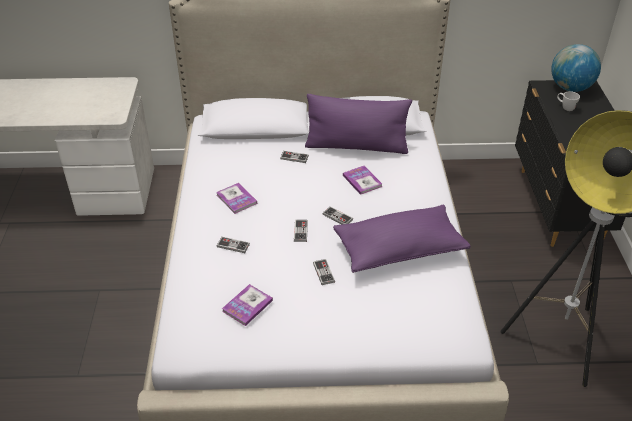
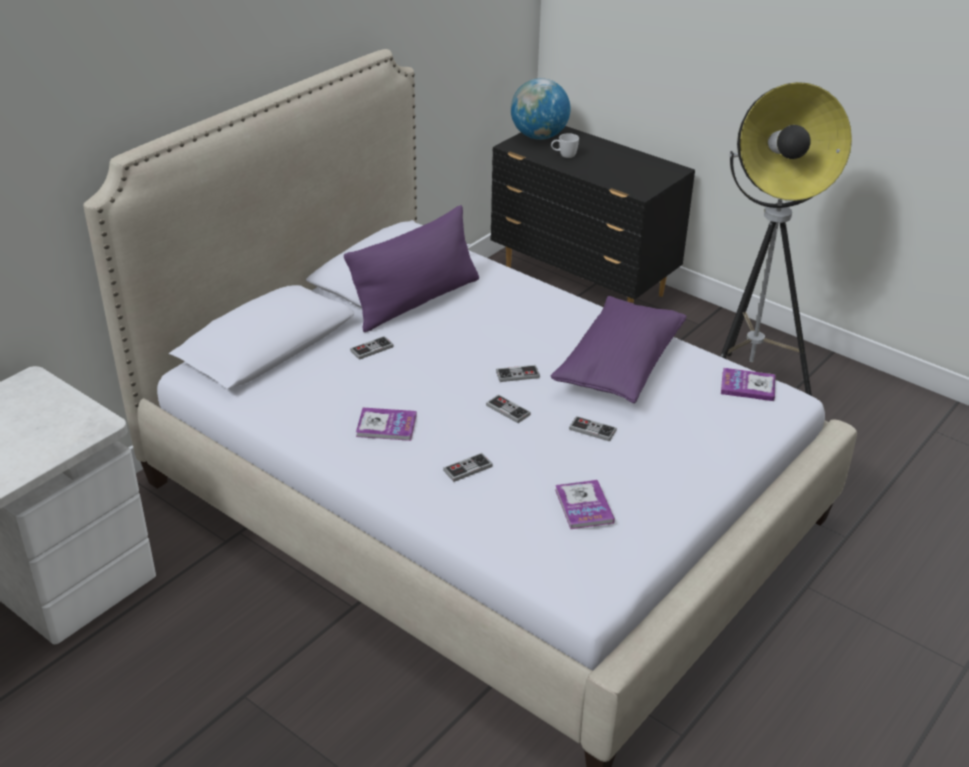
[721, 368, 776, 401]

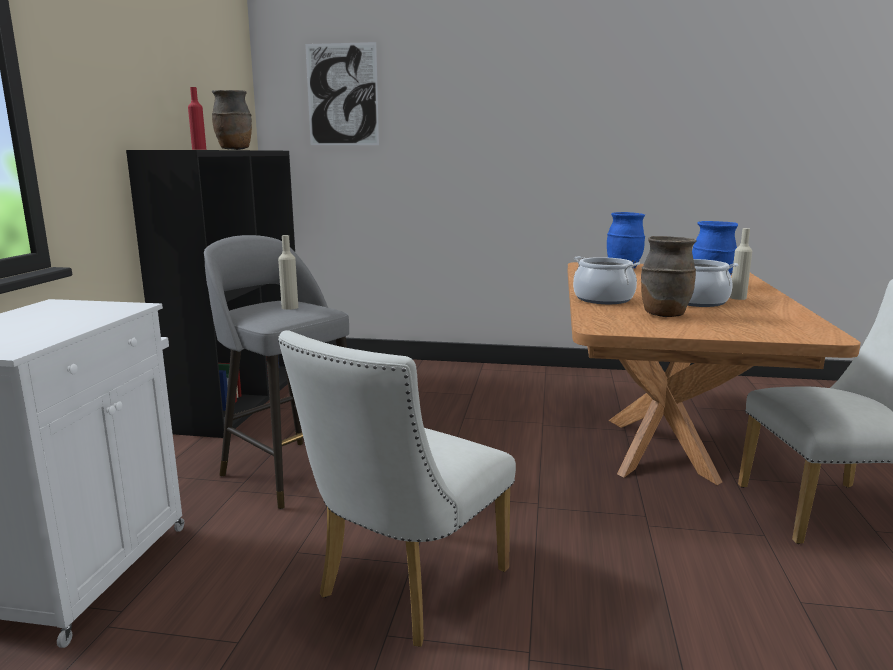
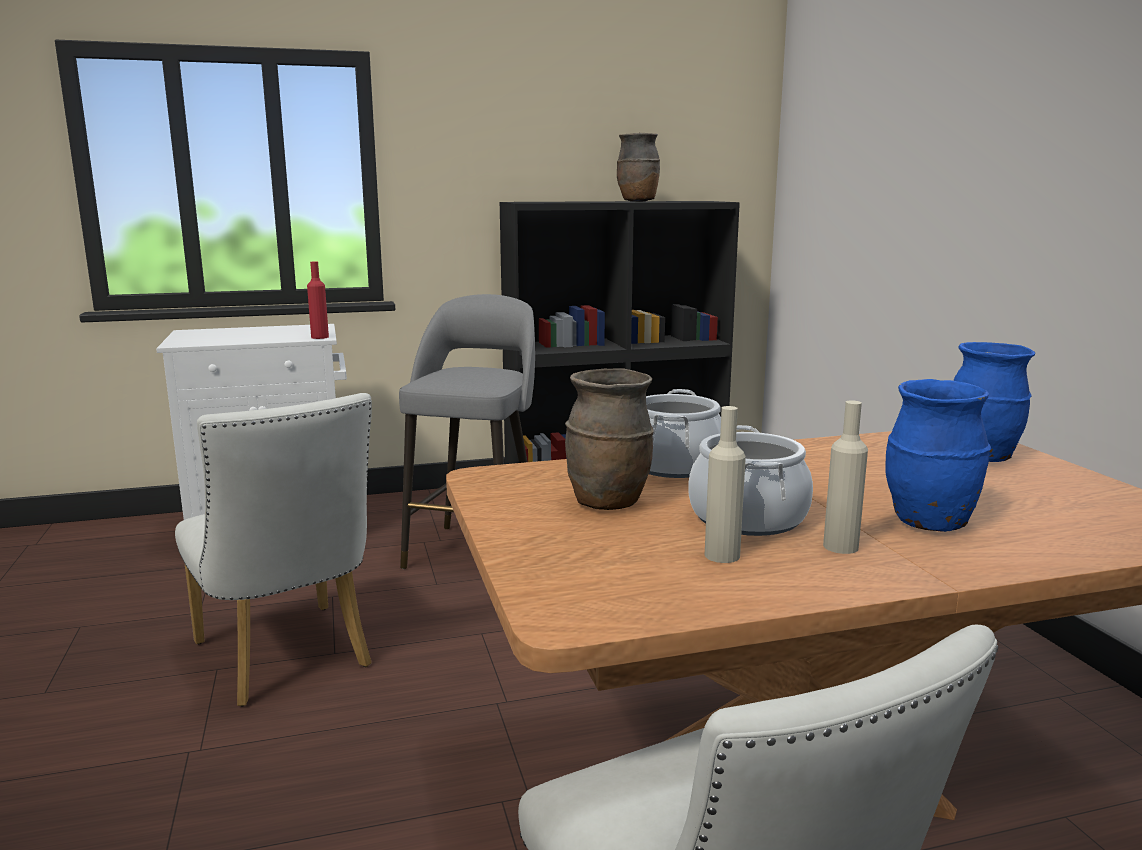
[305, 42, 379, 145] (first image)
[307, 261, 329, 339]
[705, 406, 746, 563]
[175, 393, 372, 707]

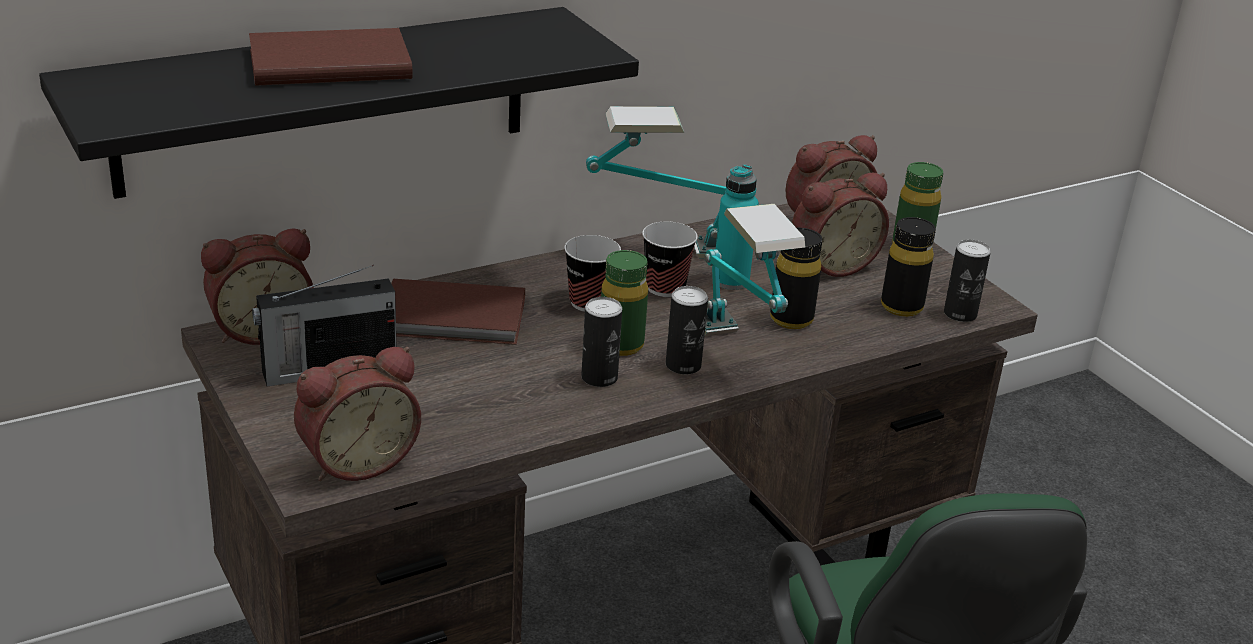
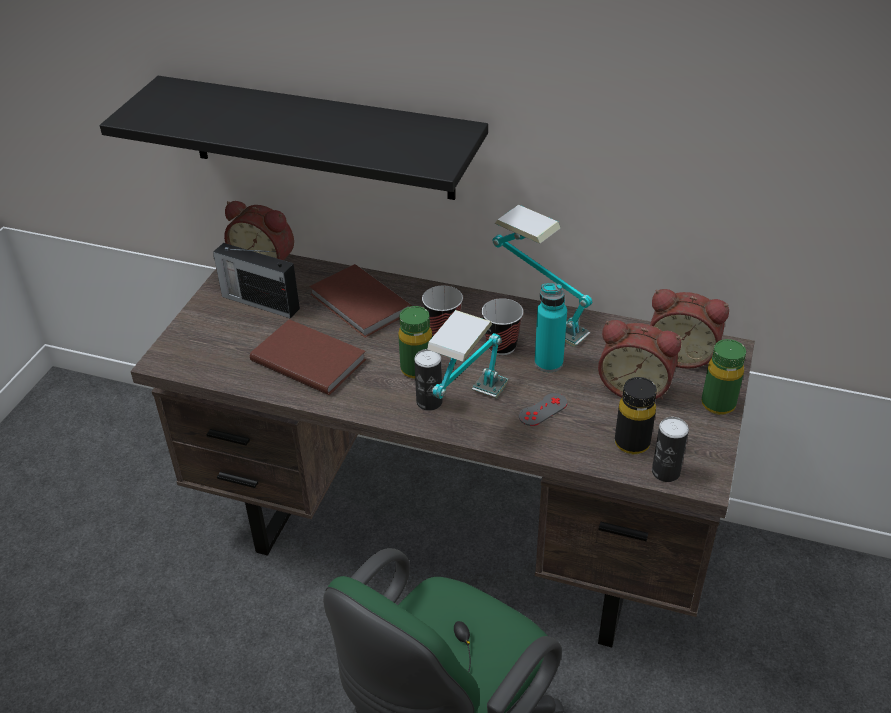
[250, 319, 366, 395]
[519, 393, 567, 426]
[581, 297, 622, 387] (first image)
[294, 347, 421, 481] (first image)

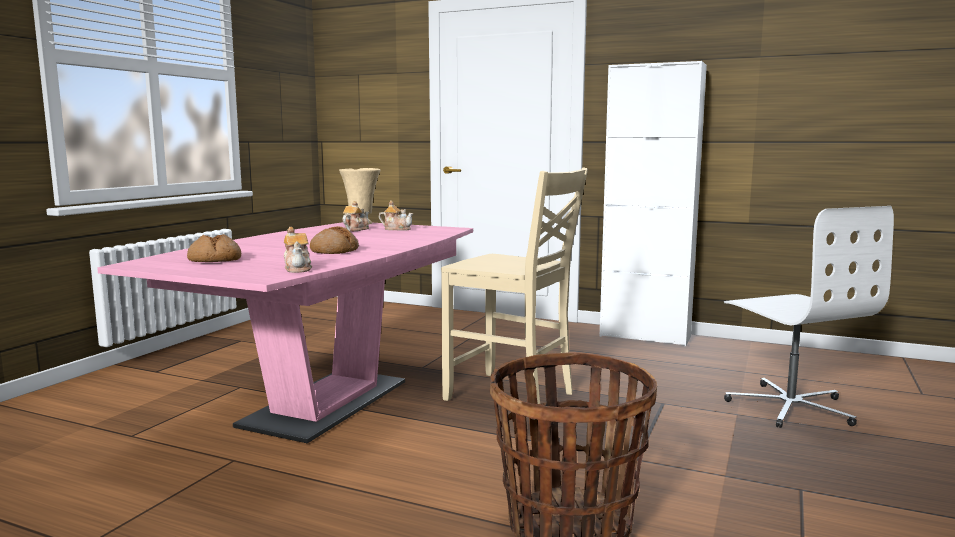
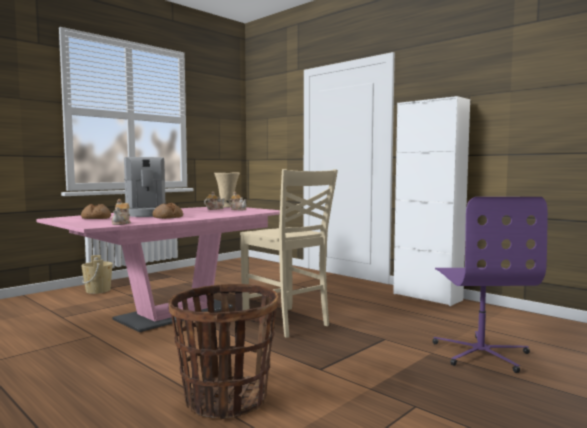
[432, 197, 548, 373]
[124, 157, 165, 217]
[81, 255, 113, 294]

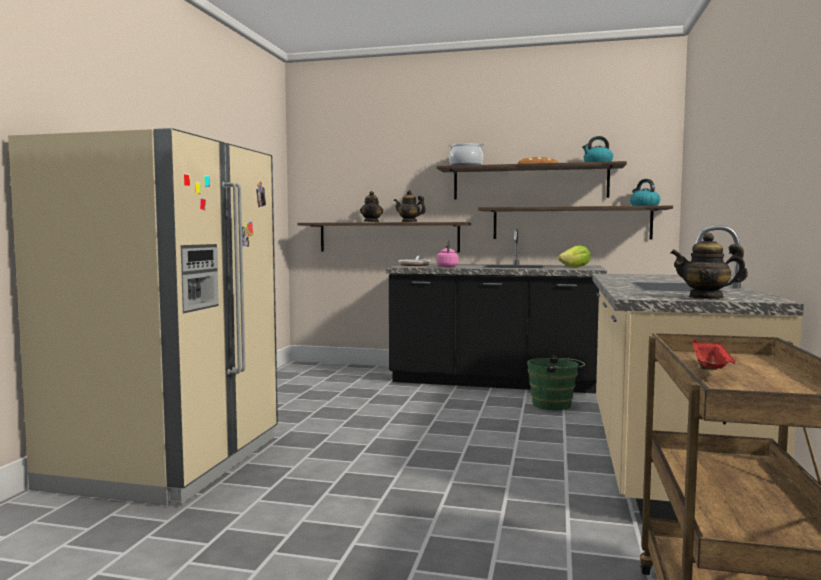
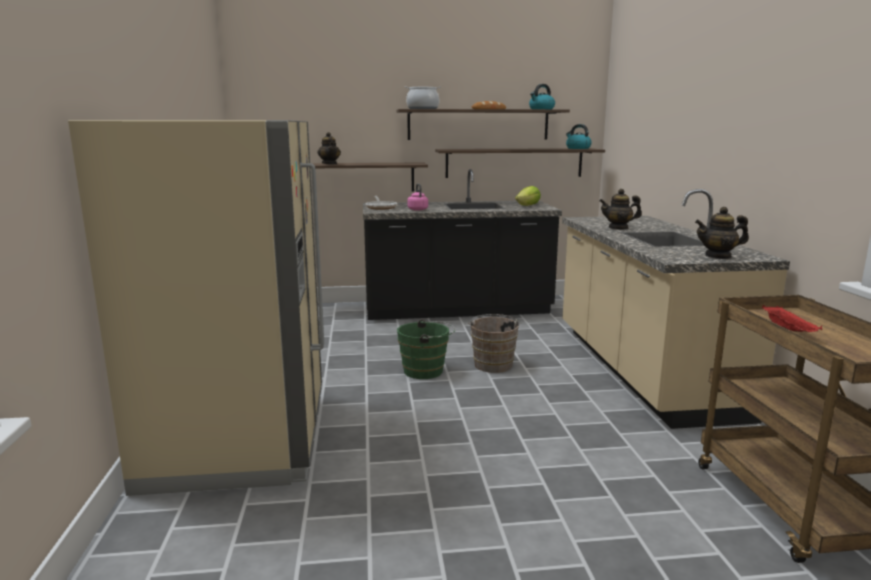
[599, 189, 642, 230]
[397, 319, 456, 379]
[468, 314, 522, 373]

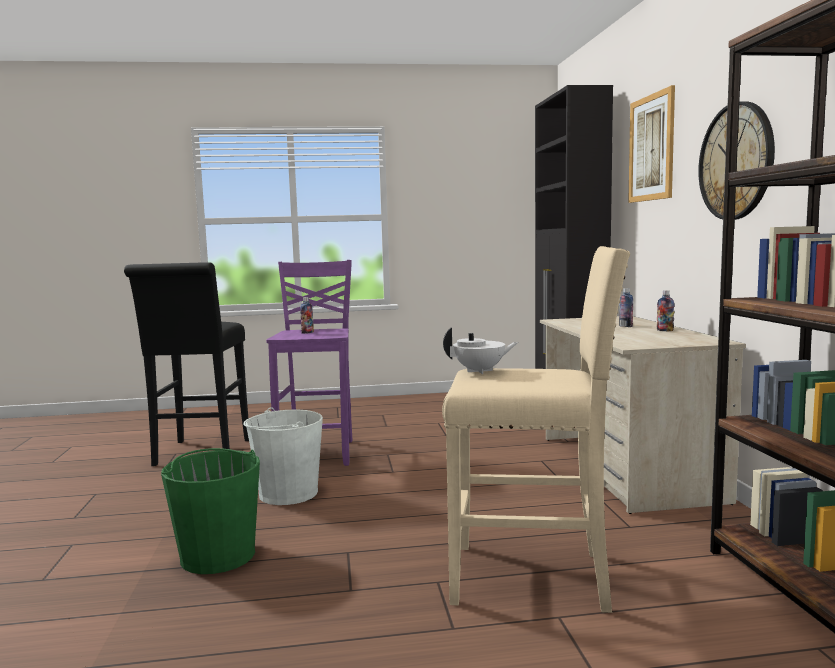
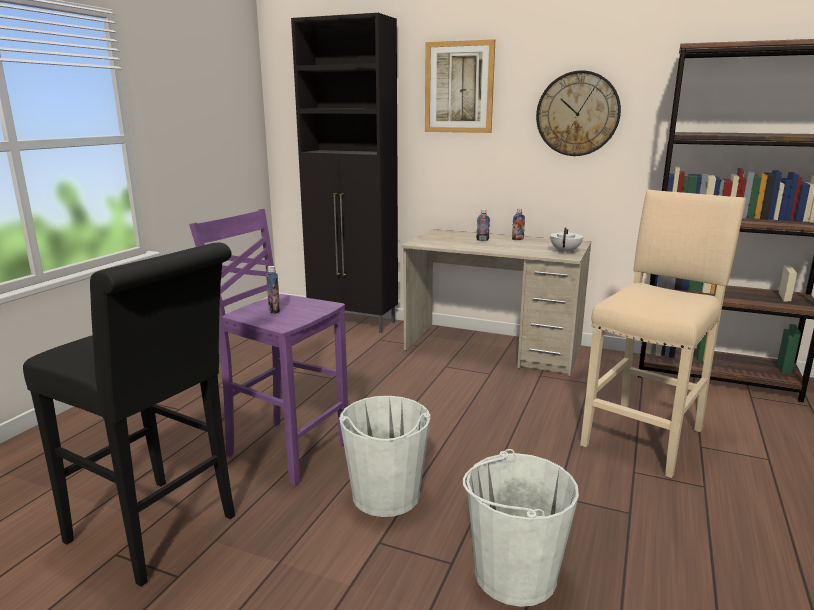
[550, 227, 583, 254]
[463, 449, 579, 607]

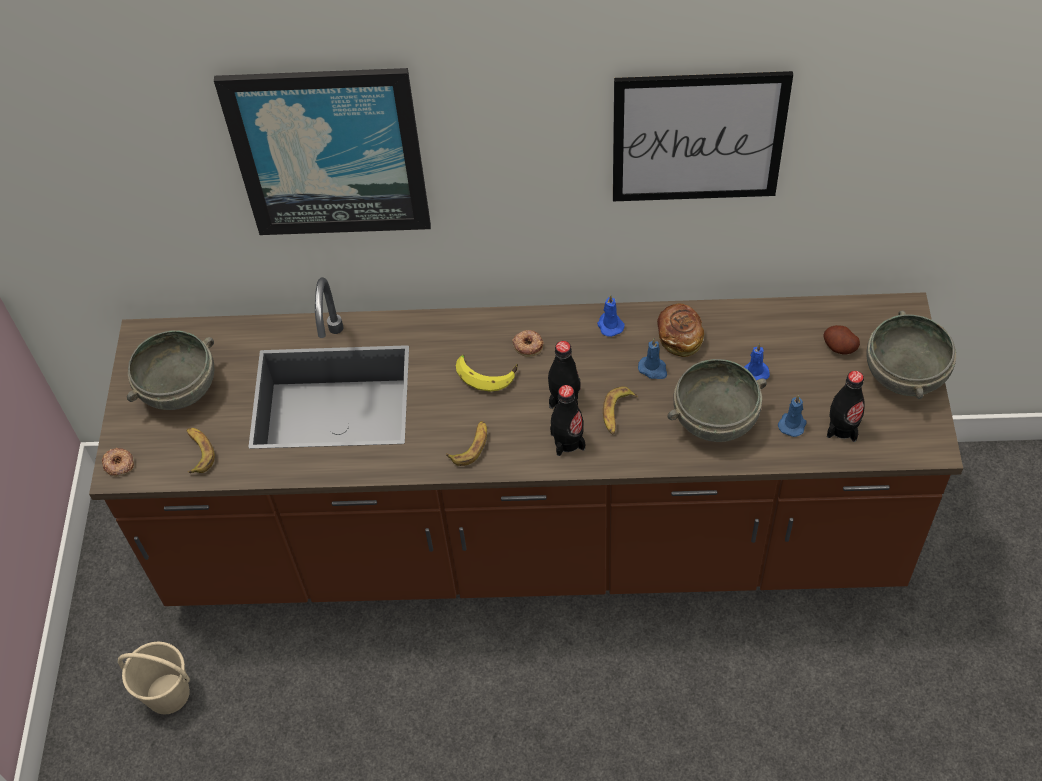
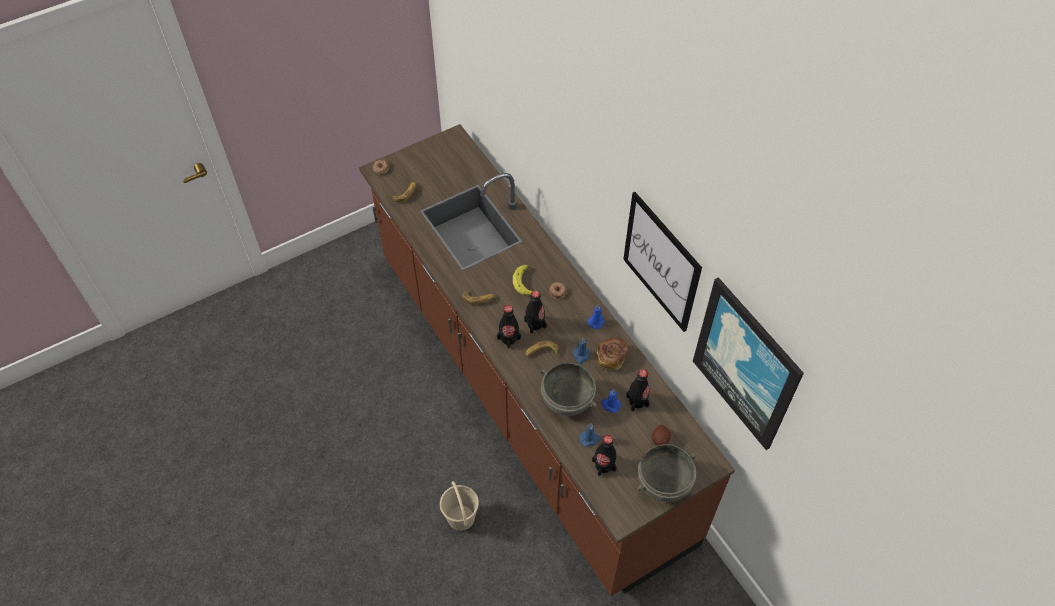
[693, 277, 804, 450]
[127, 330, 214, 410] (first image)
[440, 481, 479, 531]
[626, 369, 650, 411]

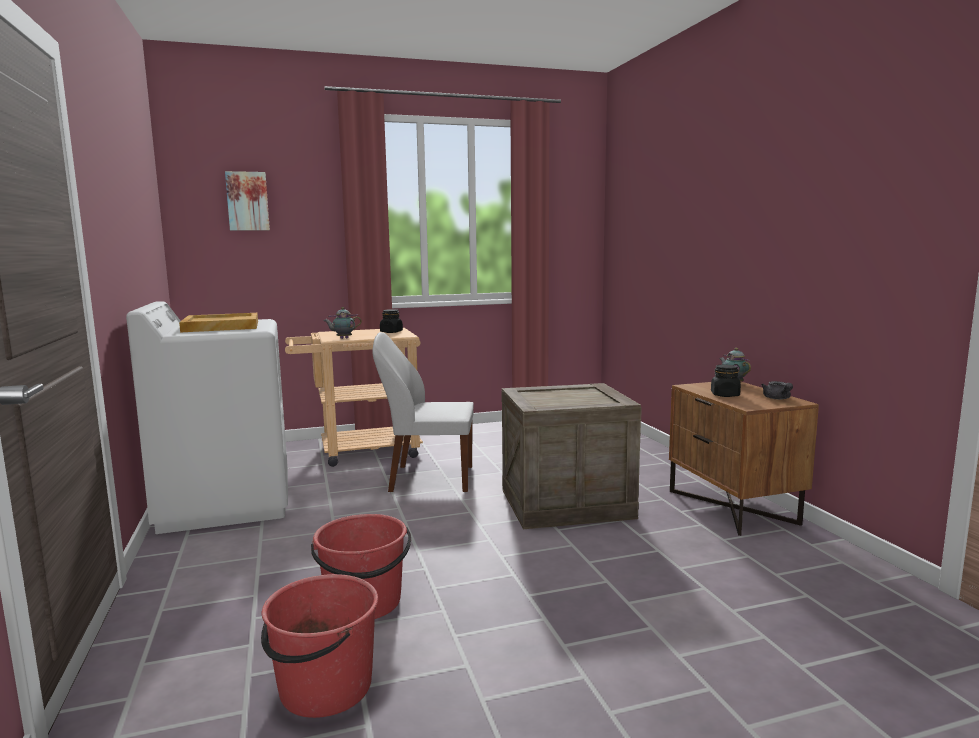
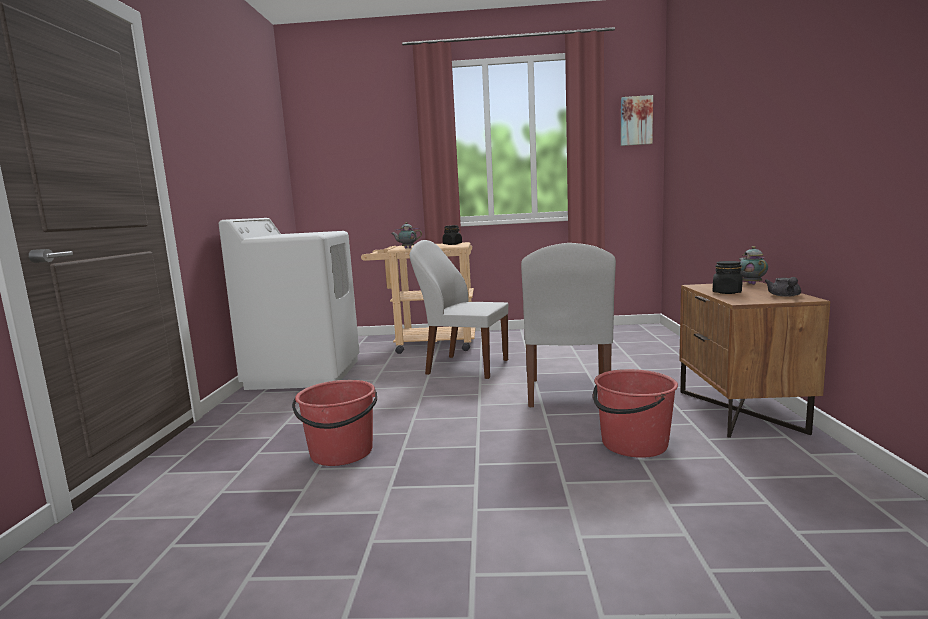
[621, 95, 653, 146]
[179, 313, 258, 333] (first image)
[521, 243, 616, 407]
[593, 369, 678, 458]

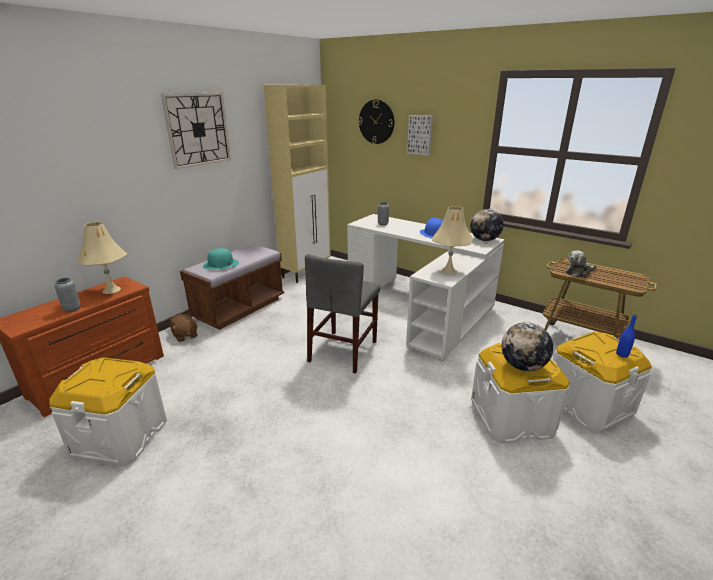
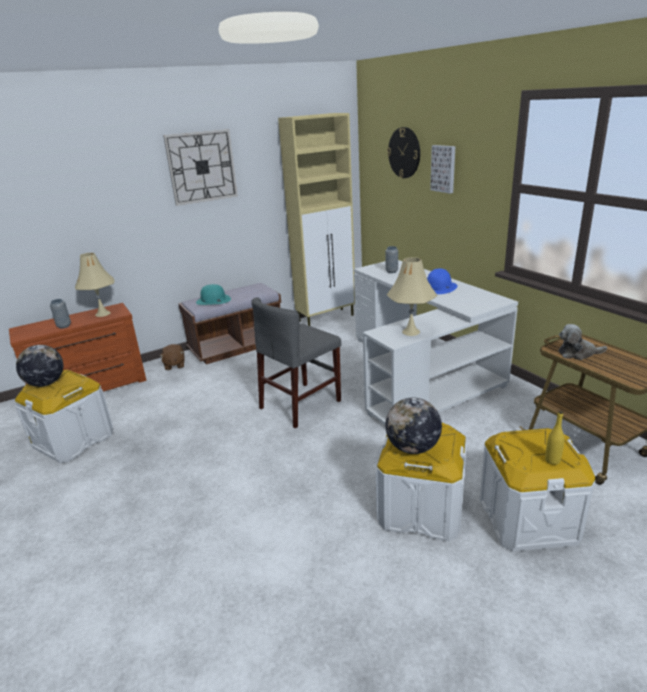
[16, 345, 63, 387]
[545, 411, 564, 465]

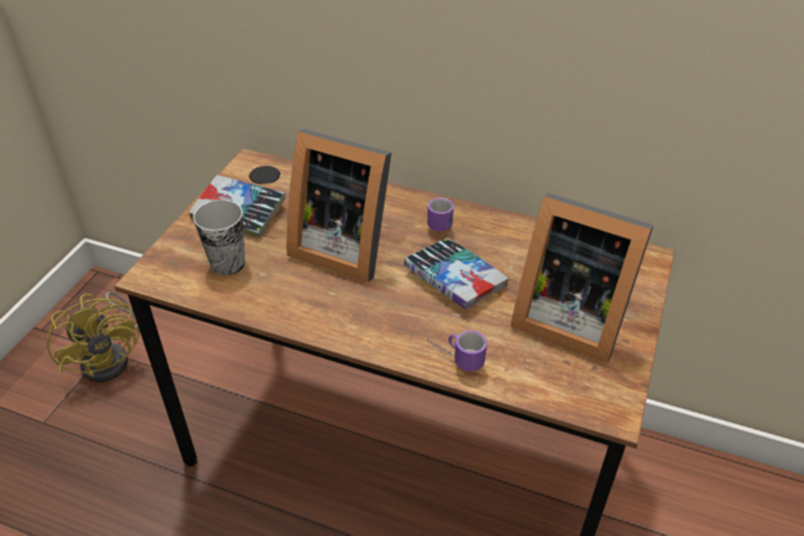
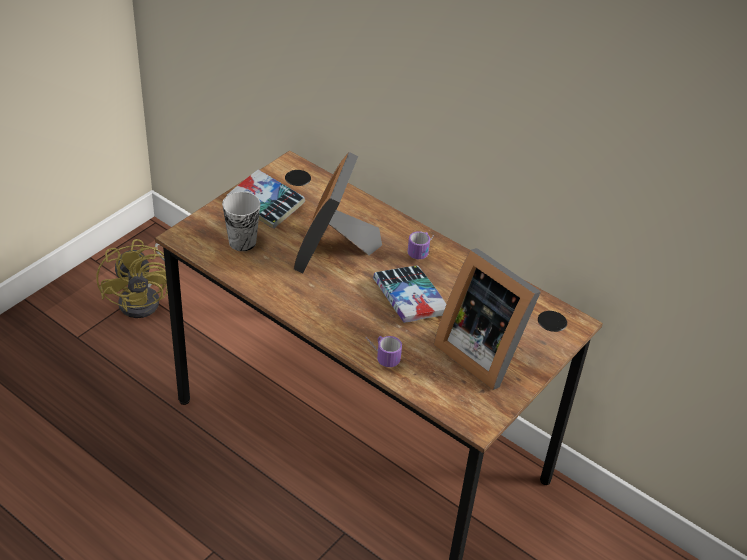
[294, 152, 382, 273]

